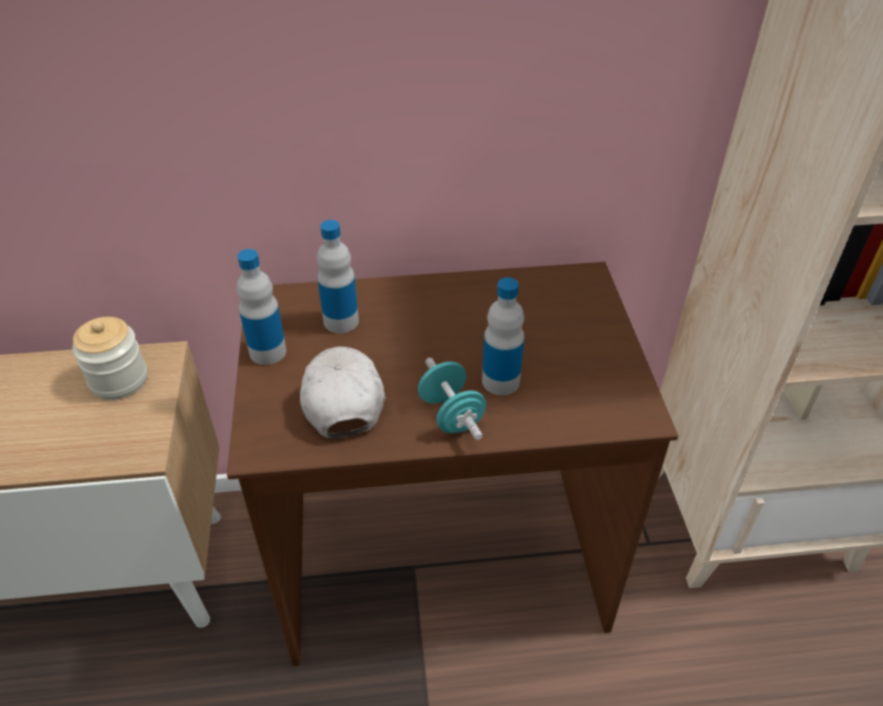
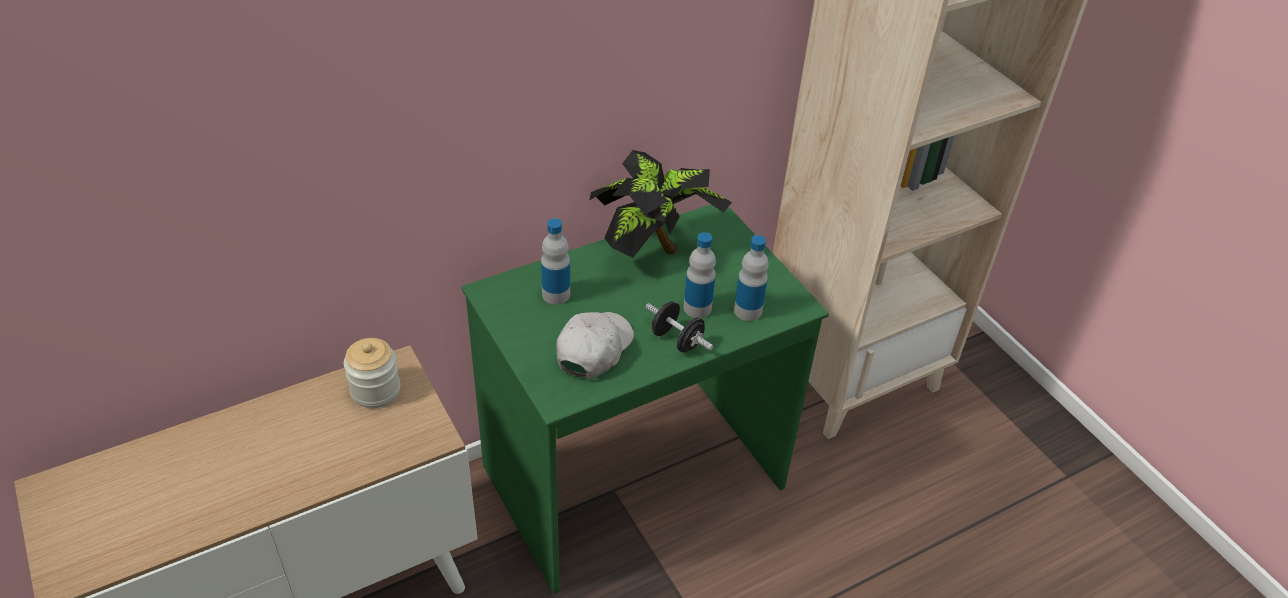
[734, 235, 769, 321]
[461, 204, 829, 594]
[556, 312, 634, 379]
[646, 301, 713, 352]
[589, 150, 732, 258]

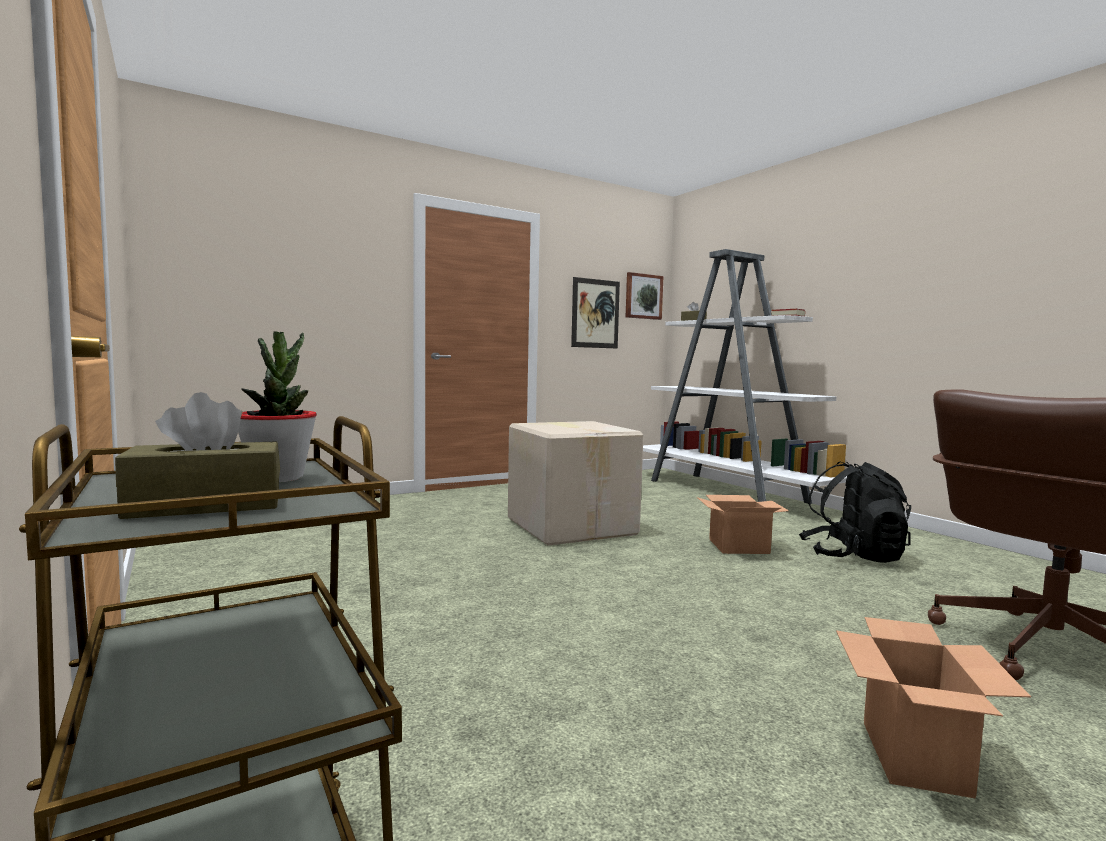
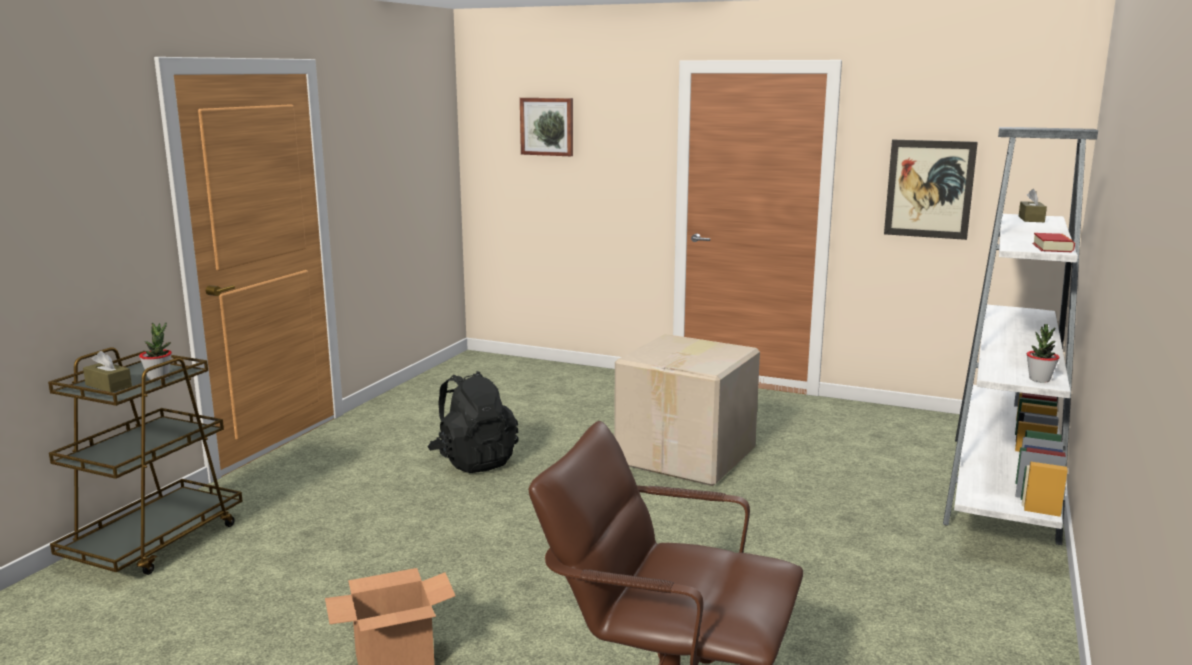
[520, 98, 573, 156]
[427, 371, 519, 473]
[697, 495, 789, 554] (first image)
[1026, 324, 1060, 383]

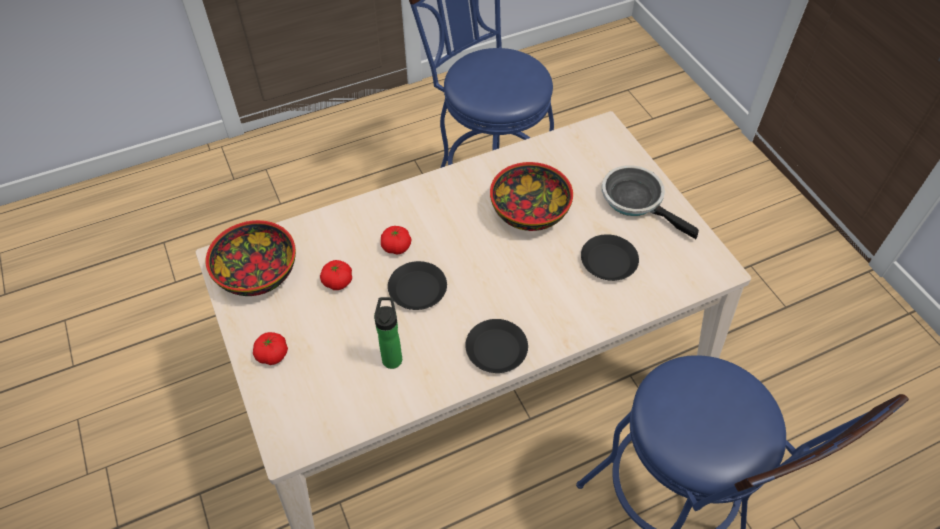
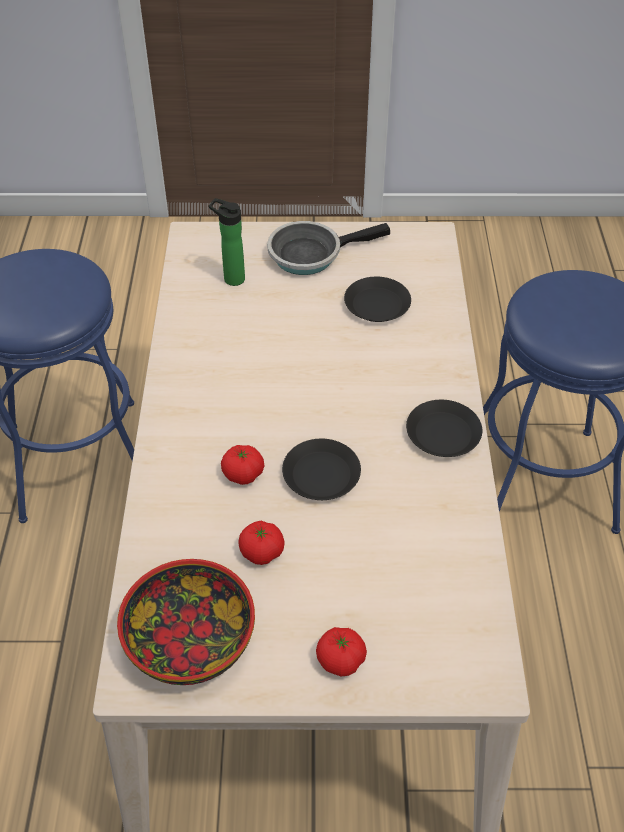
[490, 162, 573, 231] (first image)
[209, 198, 245, 286]

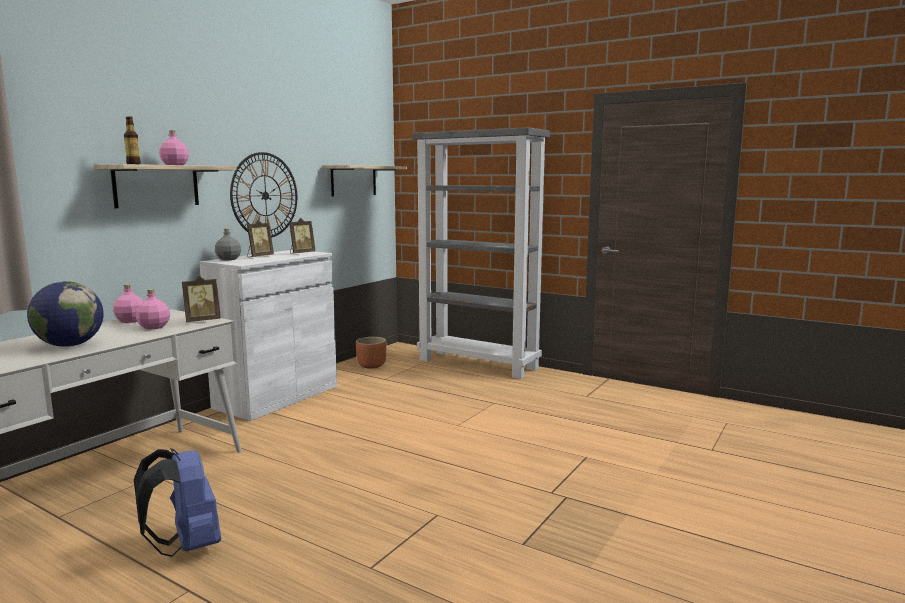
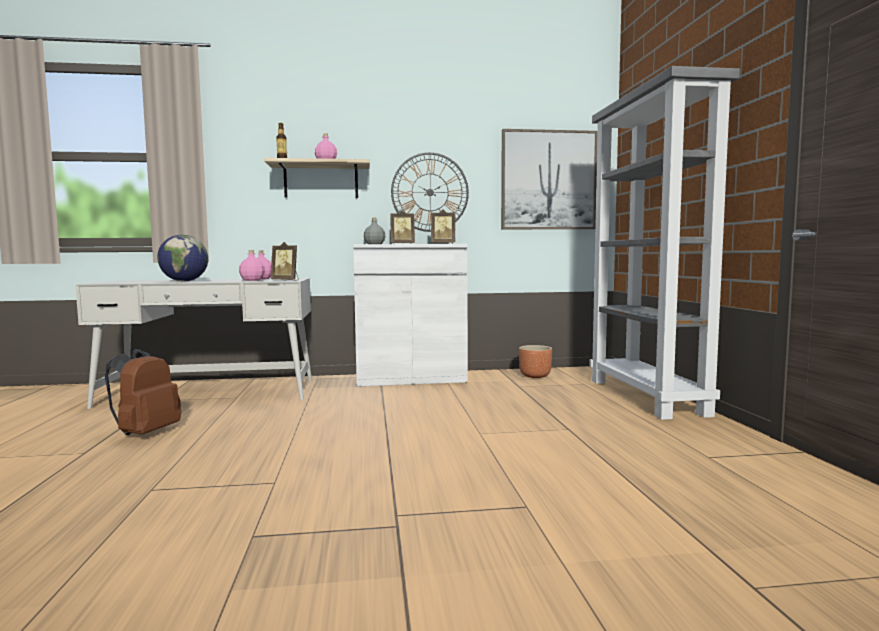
[501, 129, 597, 229]
[105, 349, 182, 435]

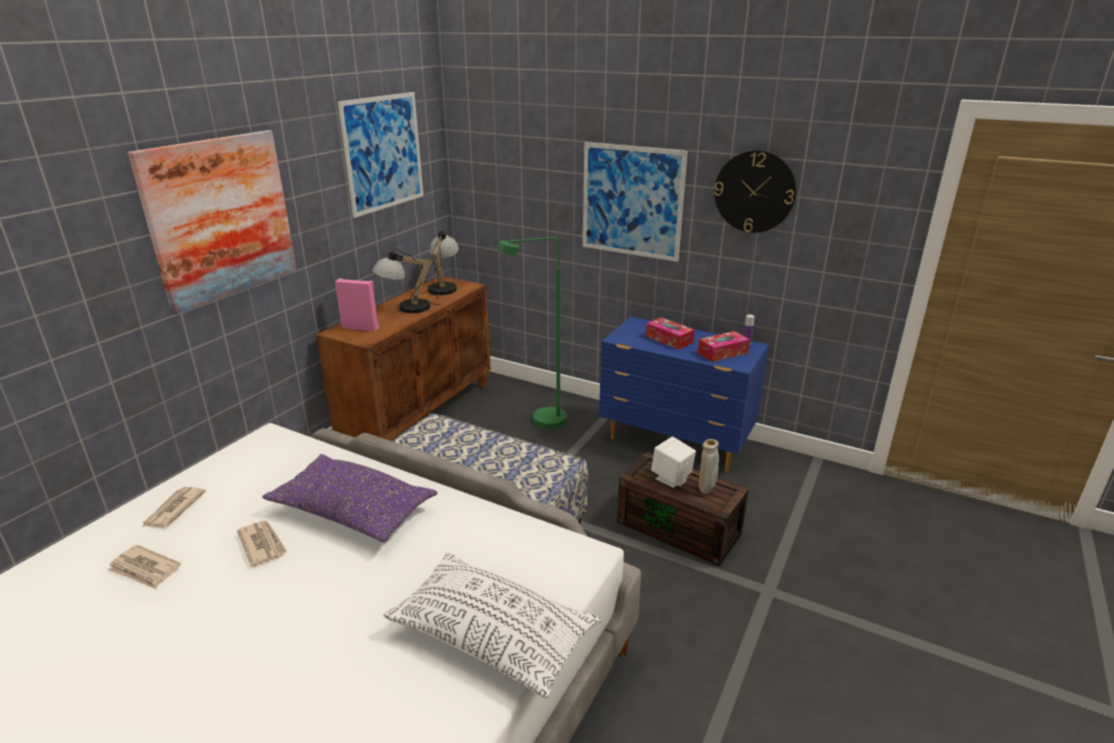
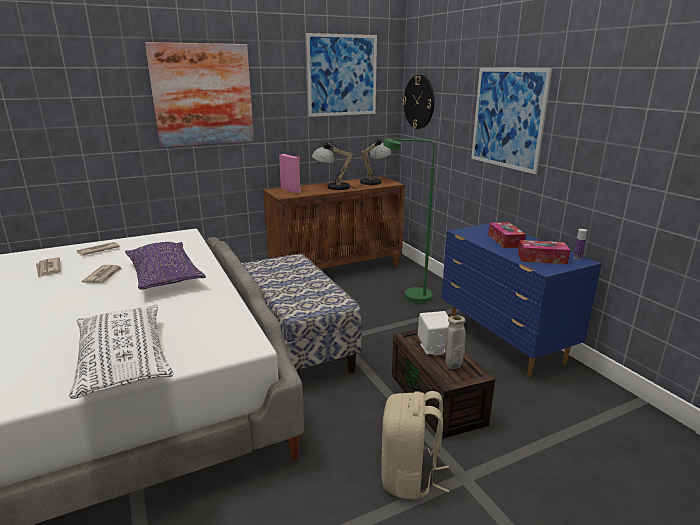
[403, 75, 434, 129]
[381, 391, 449, 500]

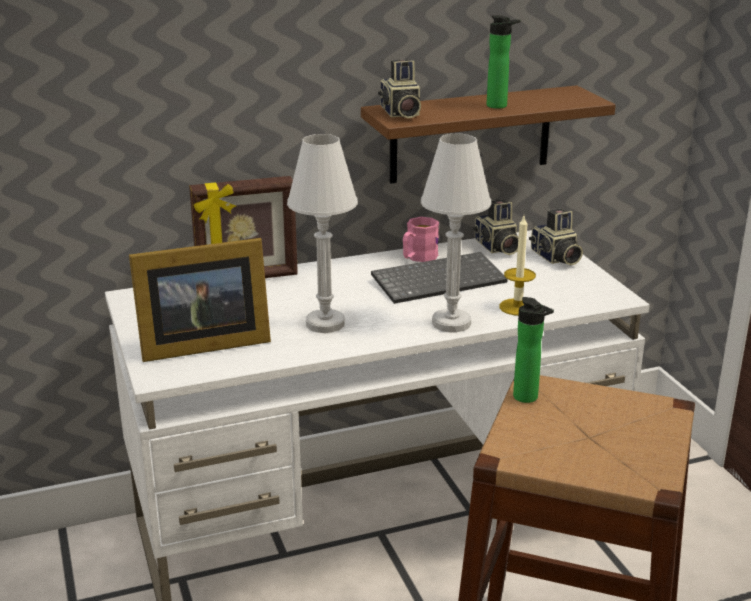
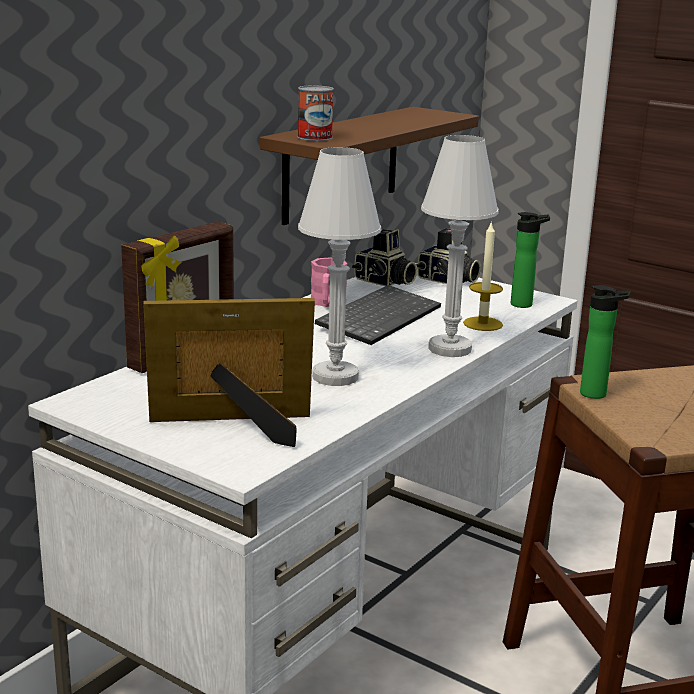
[511, 212, 550, 308]
[297, 85, 334, 141]
[143, 298, 315, 447]

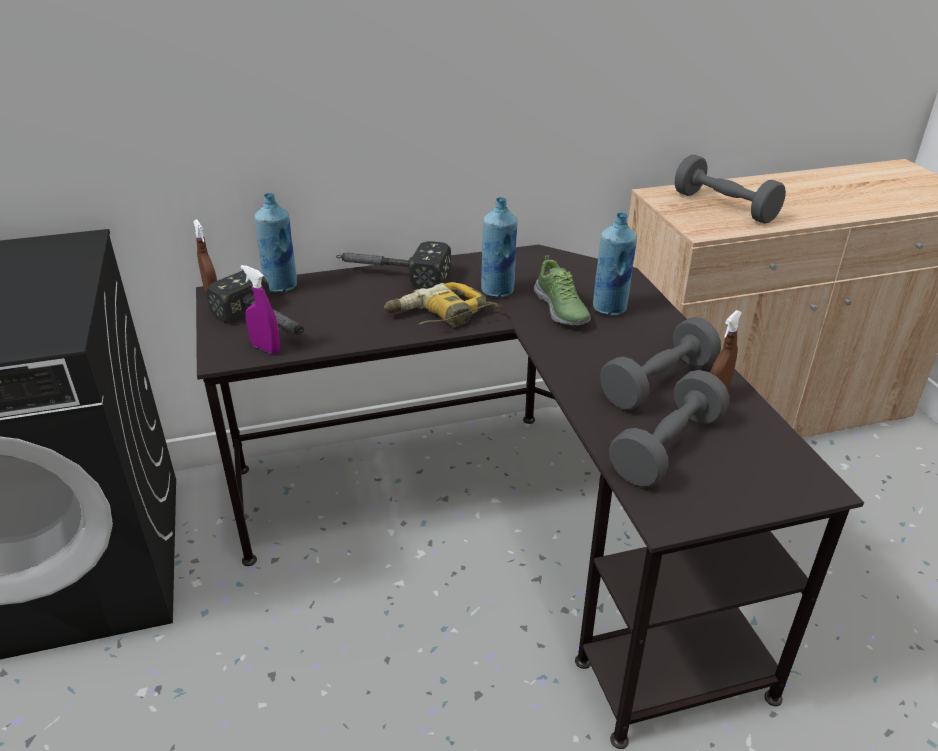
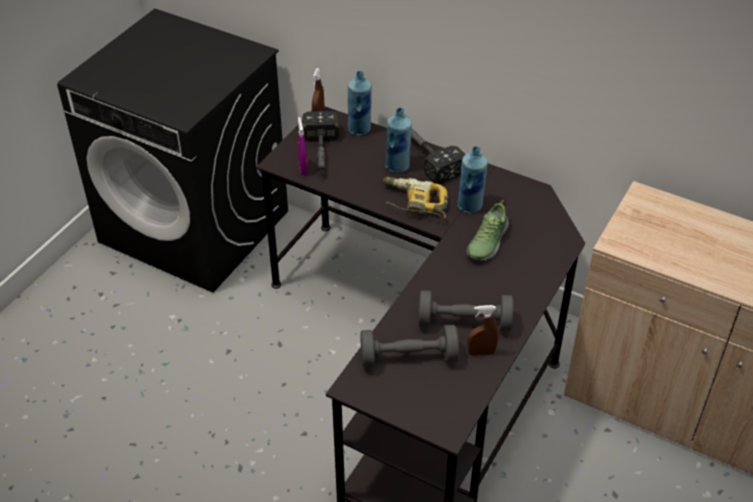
[675, 155, 786, 224] (first image)
[386, 108, 412, 173]

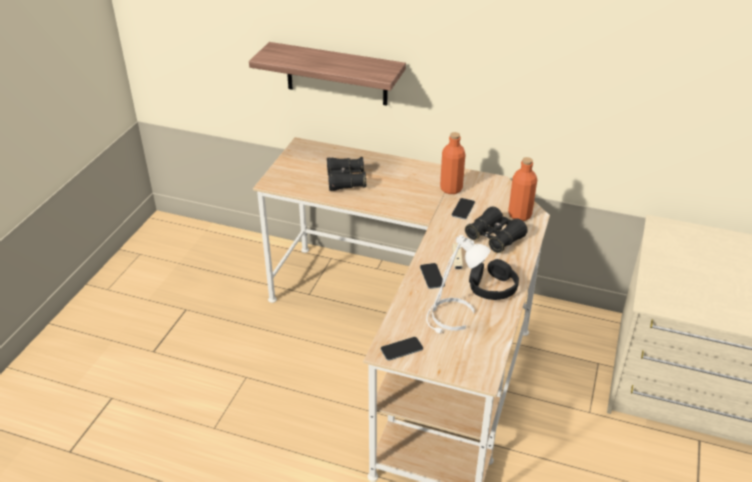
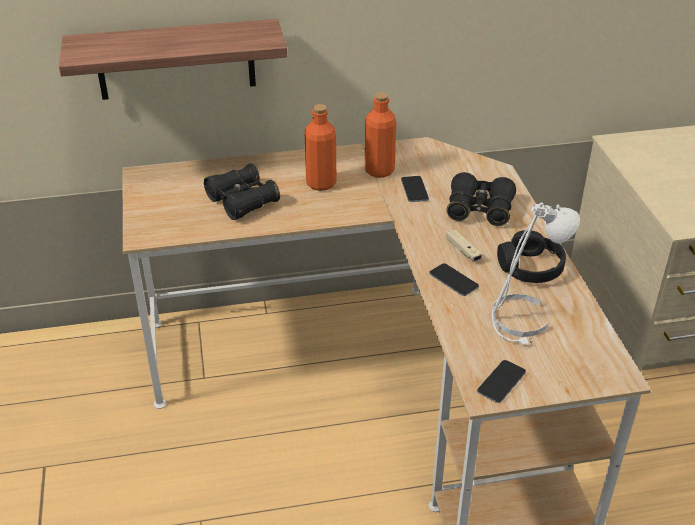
[304, 104, 336, 191]

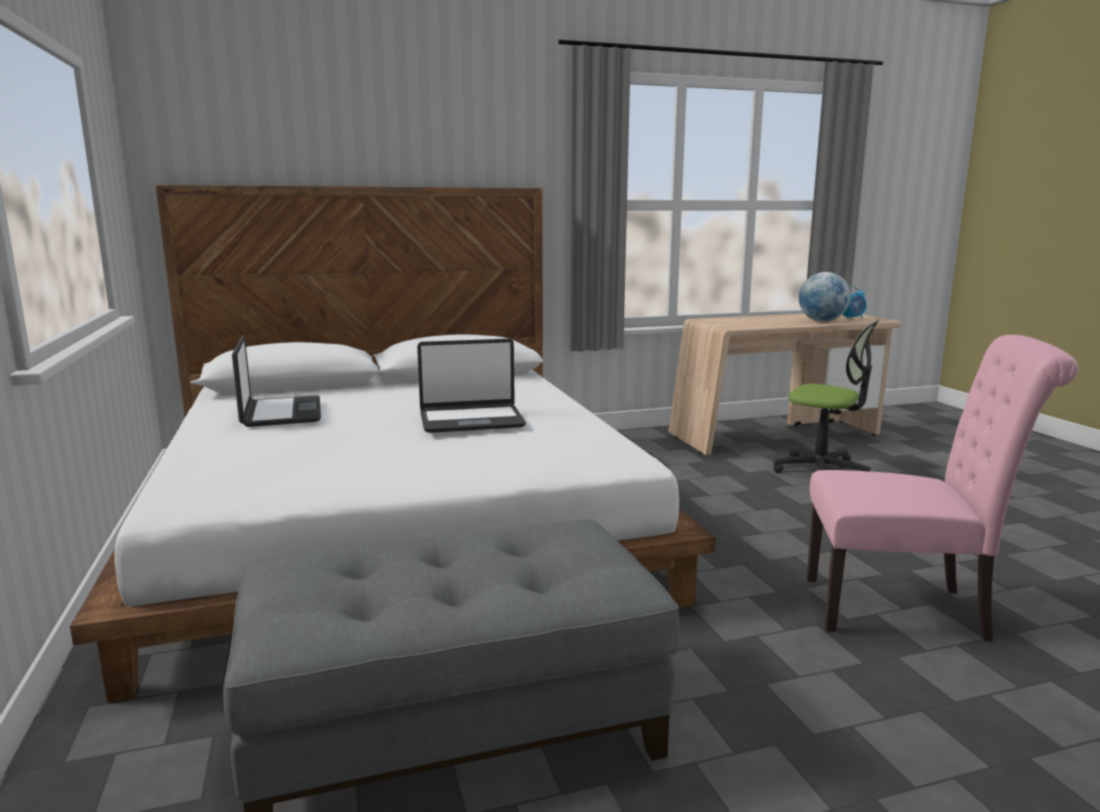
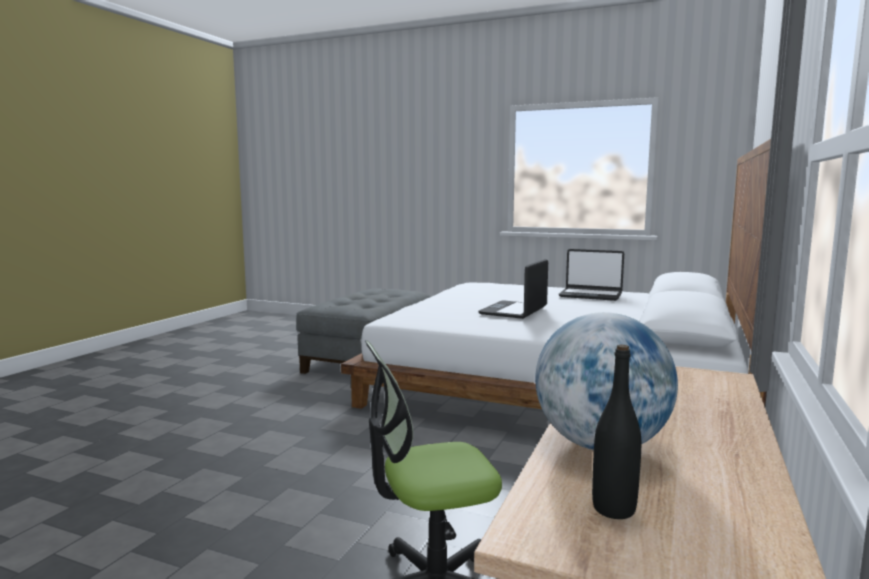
[592, 344, 641, 519]
[807, 335, 1078, 642] (first image)

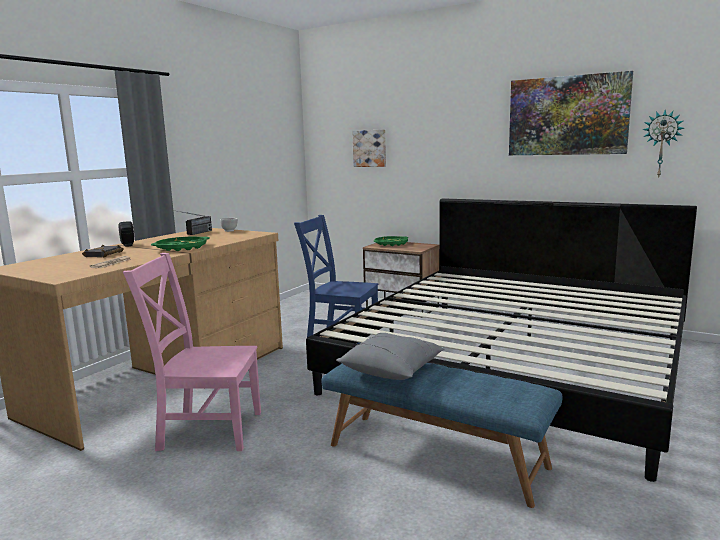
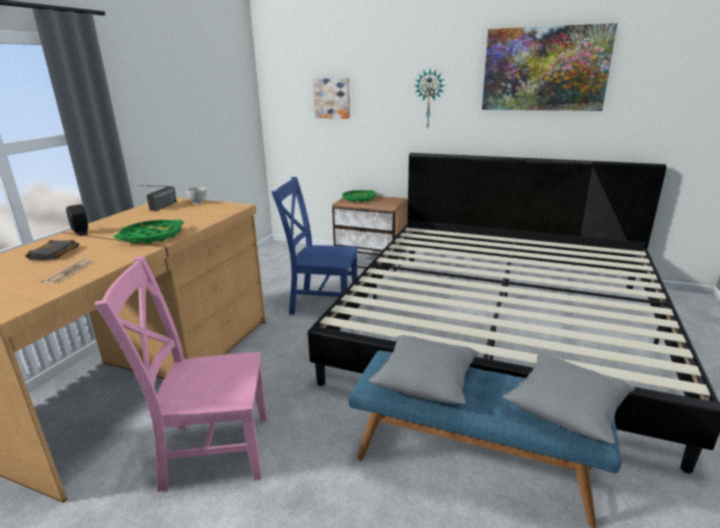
[415, 69, 445, 128]
[503, 354, 635, 444]

